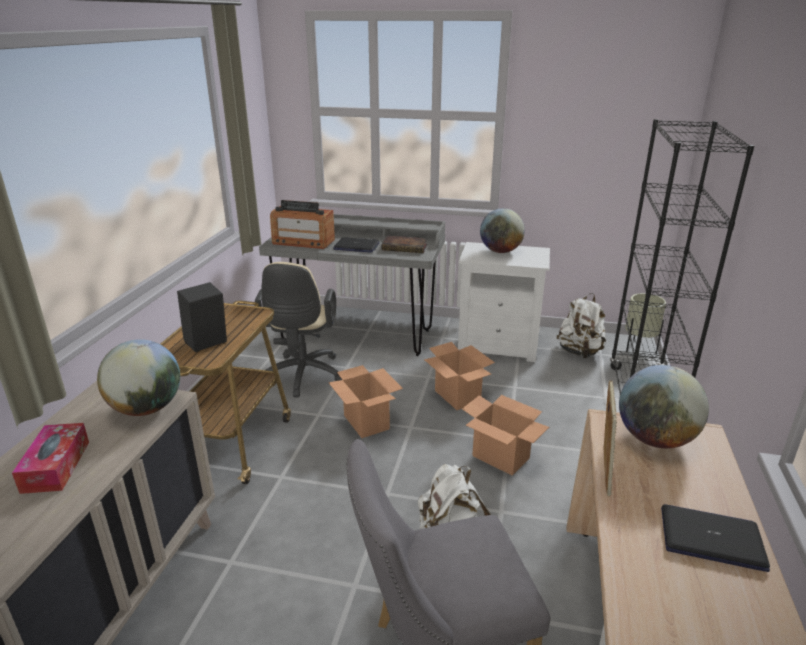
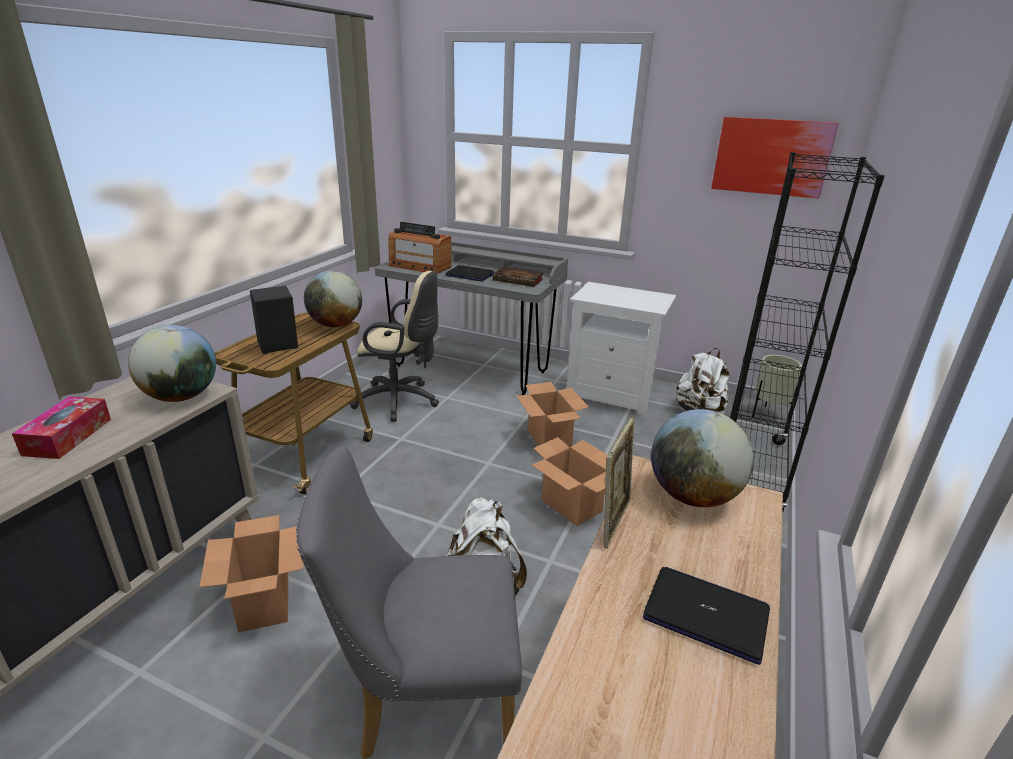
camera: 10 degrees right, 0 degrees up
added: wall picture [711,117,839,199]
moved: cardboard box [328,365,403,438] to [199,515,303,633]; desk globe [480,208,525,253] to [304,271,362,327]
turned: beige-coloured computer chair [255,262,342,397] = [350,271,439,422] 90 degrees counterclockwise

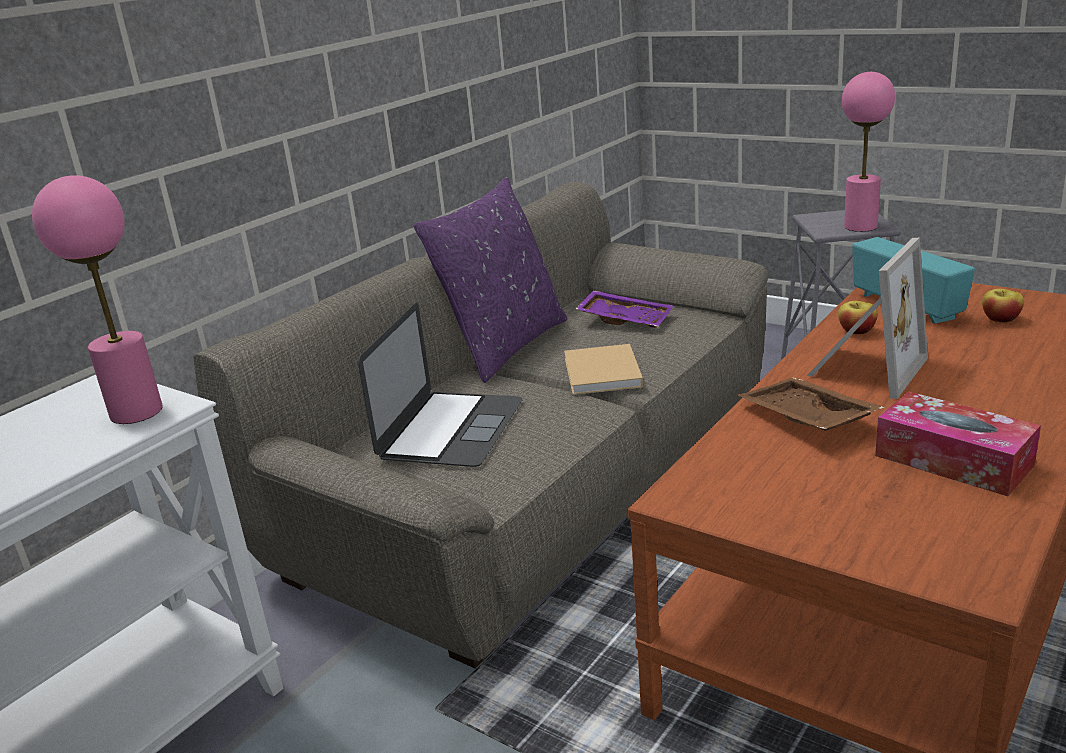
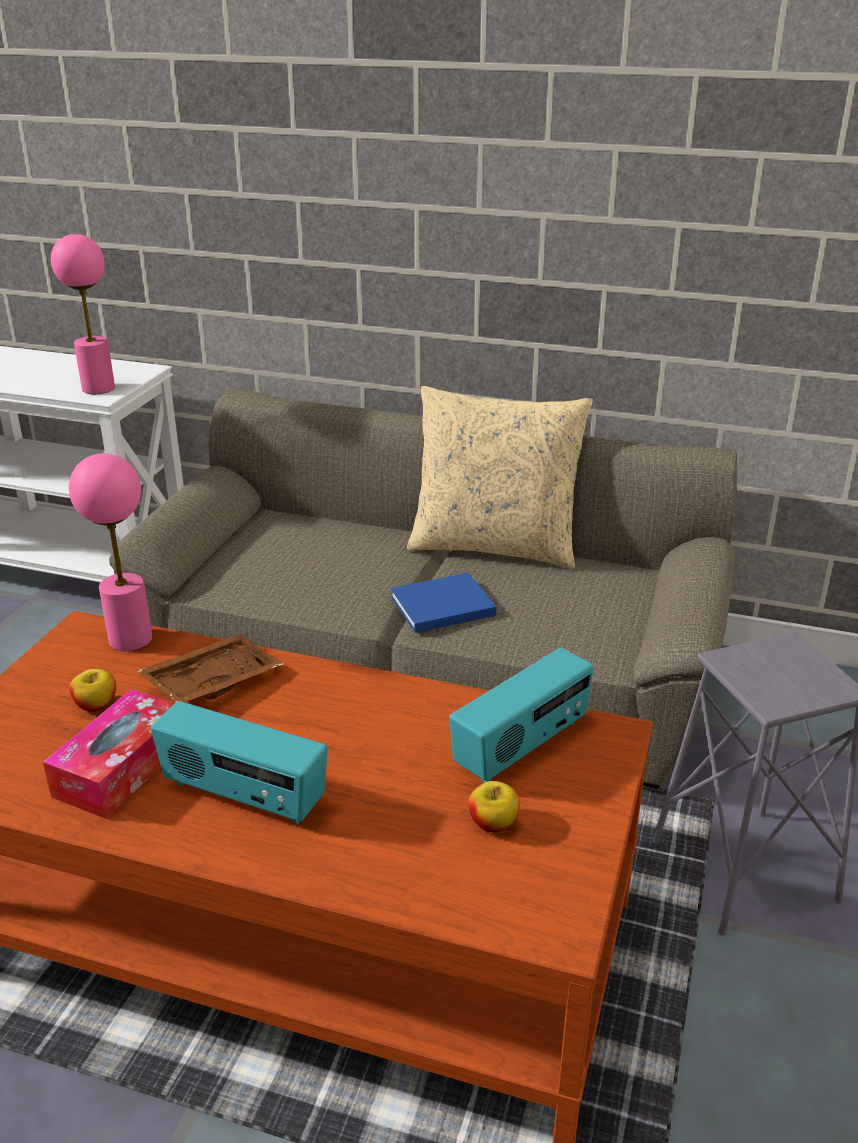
camera: 70 degrees right, 5 degrees up
removed: laptop [358,303,523,467]; purple serving tray [575,290,673,328]; photo frame [807,238,928,399]
added: radio receiver [151,701,328,824]
moved: apple [838,301,878,335] to [69,669,116,712]; pinkish tabletop lamp [842,72,895,232] to [69,453,152,651]
recoloured: purple pillow [413,177,567,383] to beige-coloured pillow [407,386,593,569]; beige-coloured bound book [564,344,643,395] to blue bound book [390,573,497,633]

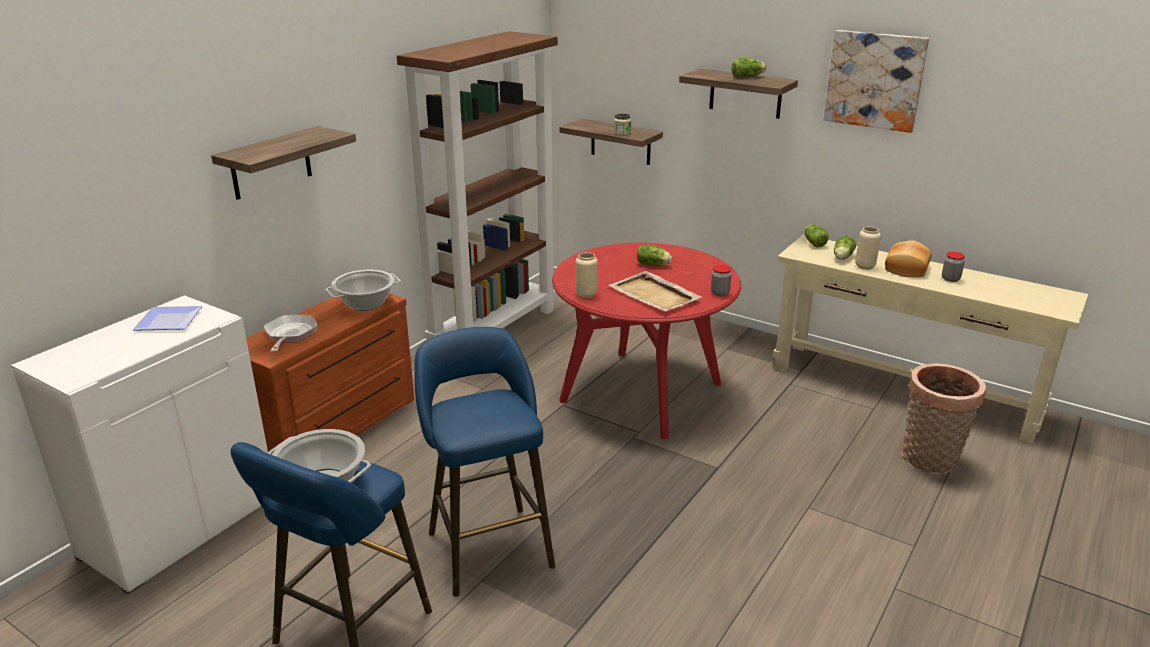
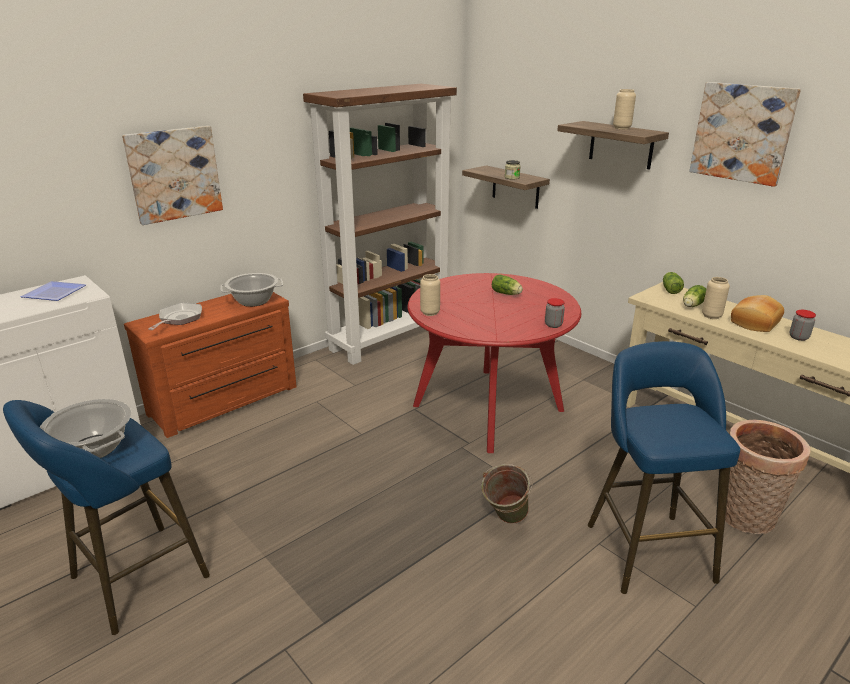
camera: 15 degrees right, 0 degrees up
removed: beige-coloured serving tray [608,271,702,312]
added: green water bucket [481,464,533,524]
moved: blue stool [414,327,556,597] to [588,341,740,594]
replaced: shelf [211,126,356,200] to wall picture [122,126,223,225]; lettuce [732,58,766,78] to beige-coloured decorative vase [613,89,636,129]

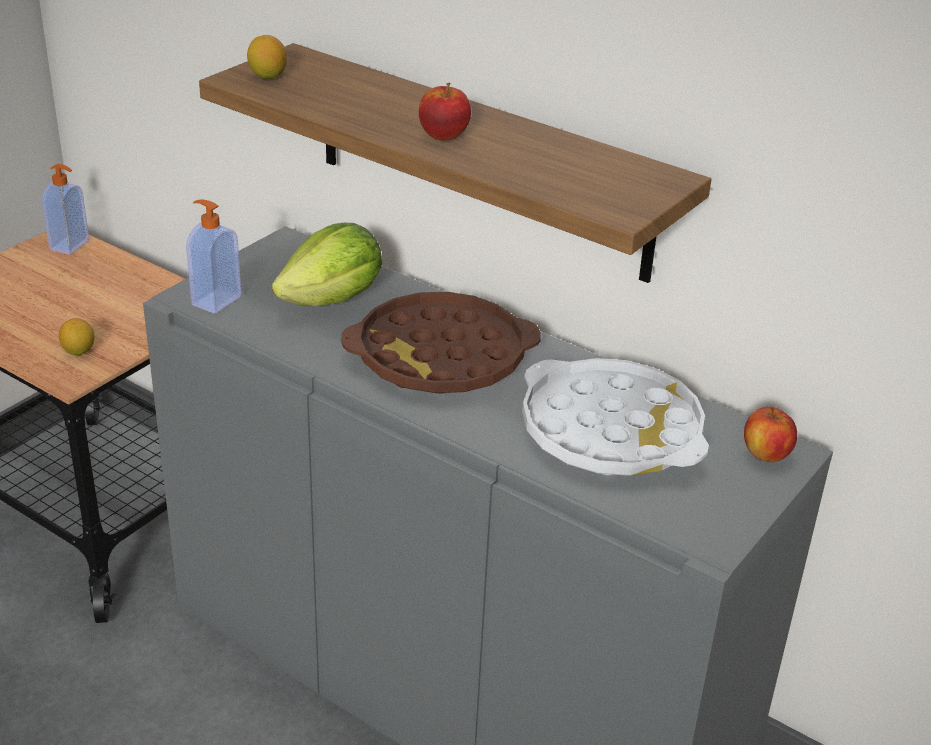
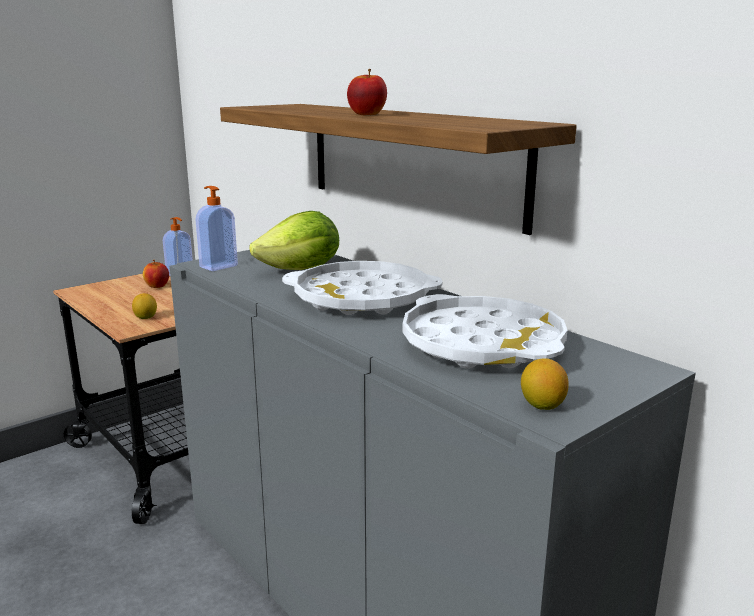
camera: 15 degrees right, 15 degrees down
moved: whole lemon [247,35,287,79] to [521,359,569,410]; apple [744,406,797,462] to [143,260,169,288]
recoloured: brownish serving tray [341,292,541,394] to white-coloured serving tray [282,261,443,315]

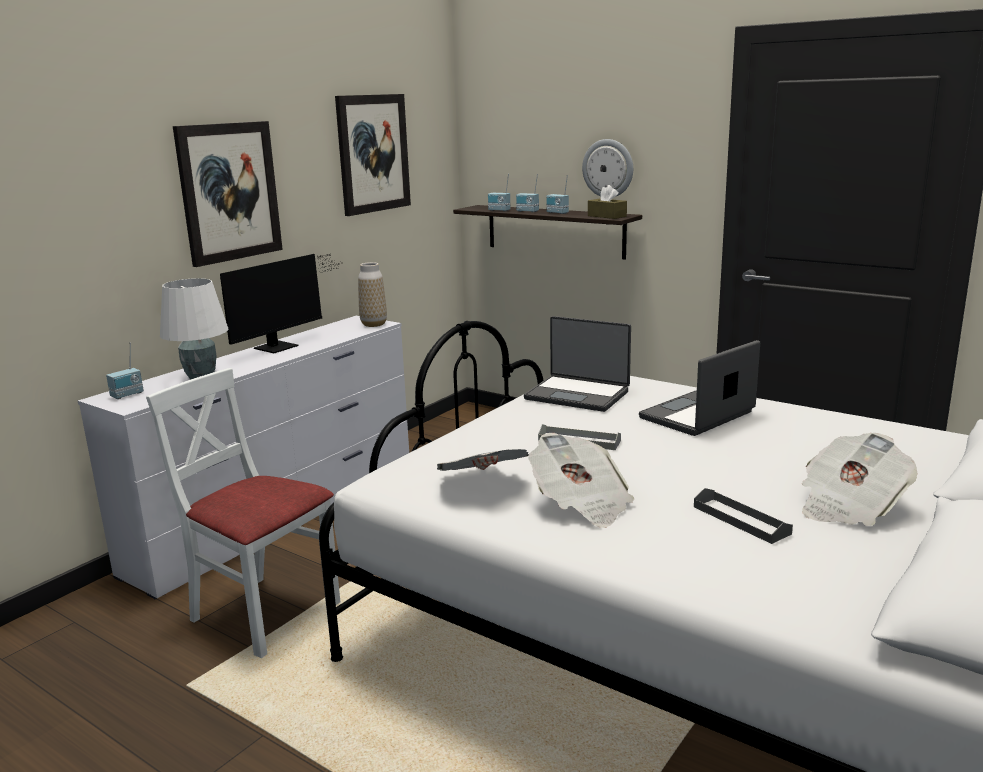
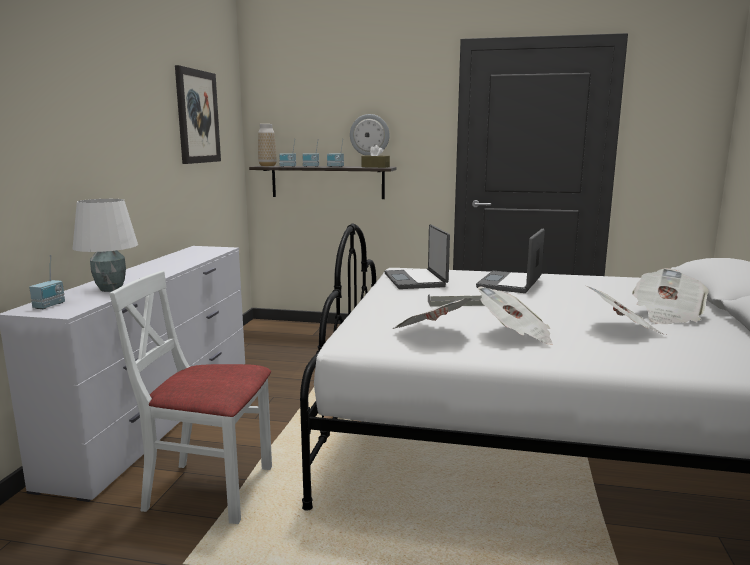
camera: 25 degrees left, 5 degrees down
removed: wall picture [173,121,283,267]; computer display [220,254,339,353]
moved: decorative vase [358,262,387,327] to [258,124,277,166]
replaced: grey serving tray [694,488,793,544] to printed paper [584,285,666,335]
turned: laptop [524,316,631,412] = [384,224,450,289] 75 degrees clockwise

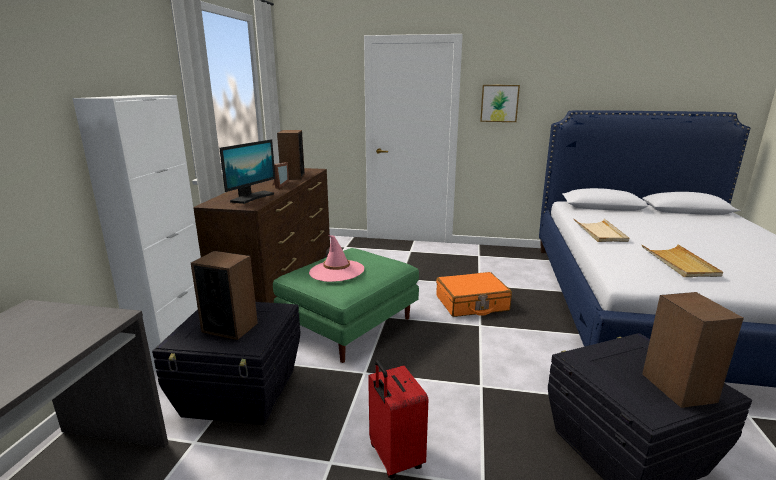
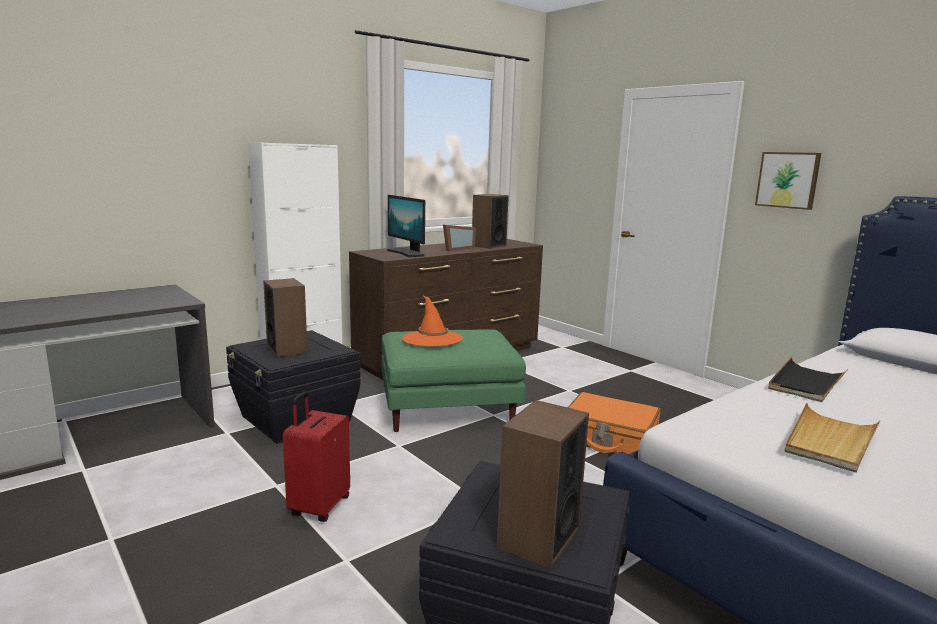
camera: 40 degrees right, 5 degrees down
recoloured: pinkish wearable hat [309,235,364,282] to orangey wearable hat [402,295,463,346]; beige-coloured serving tray [574,219,629,242] to black serving tray [768,357,848,402]
turned: computer display [219,139,275,204] = [387,195,425,257] 75 degrees clockwise

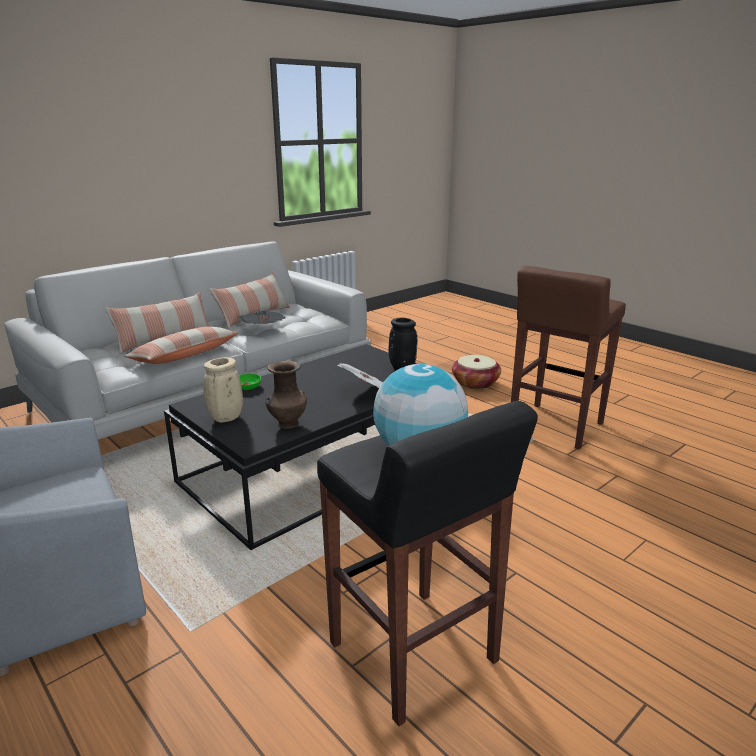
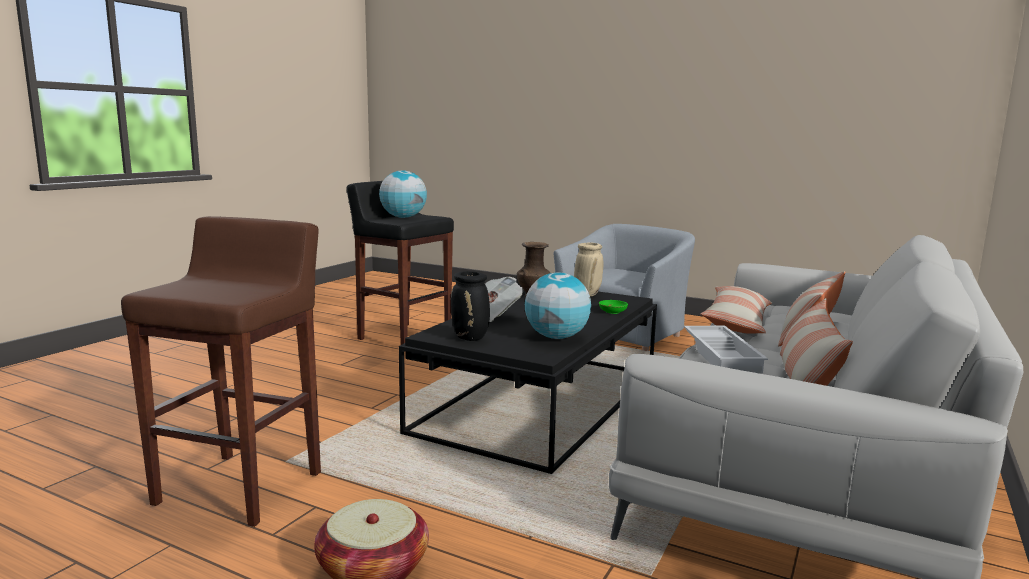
camera: 160 degrees right, 10 degrees down
added: desk globe [525,272,591,339]
replaced: printed paper [238,311,286,324] to white-coloured serving tray [684,326,768,373]

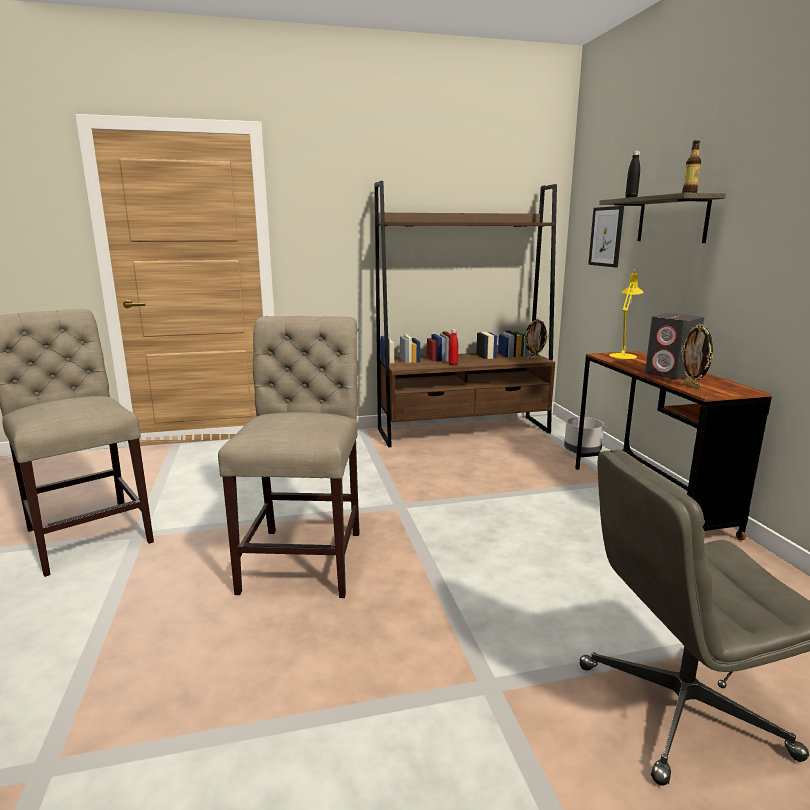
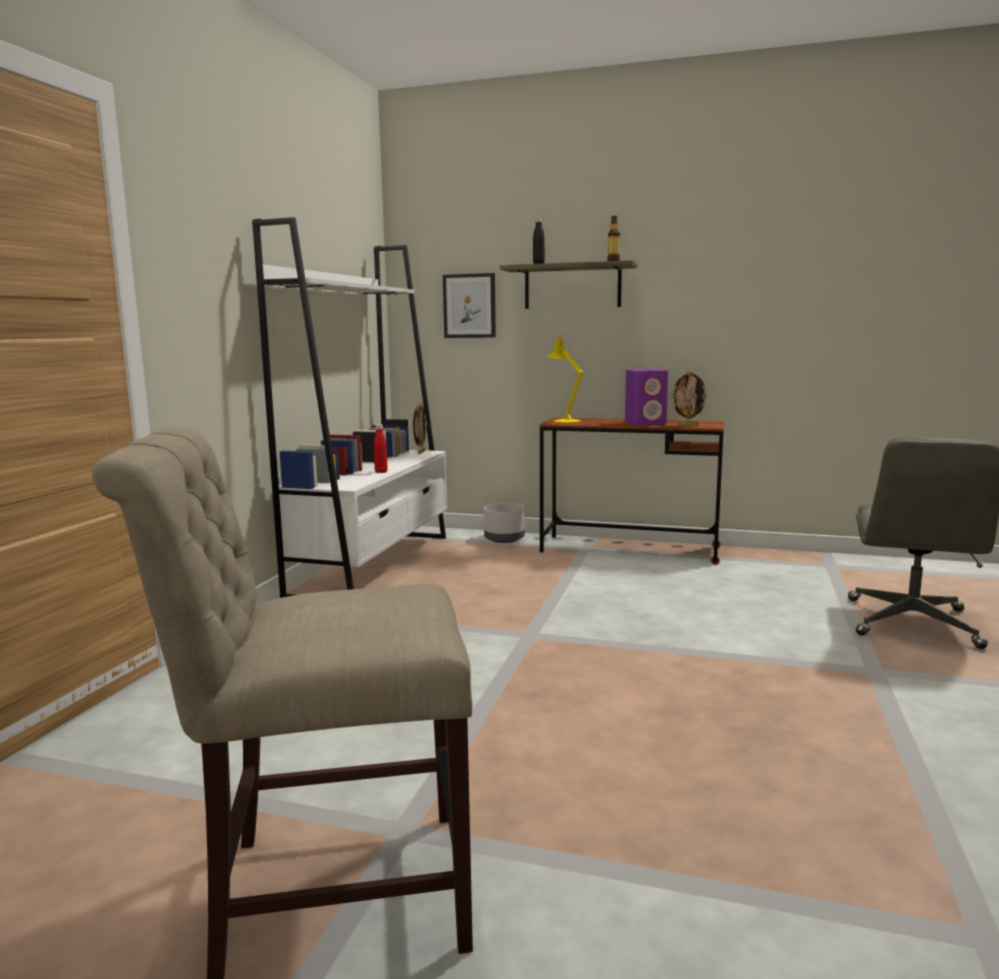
camera: 60 degrees left, 5 degrees down
removed: beige-coloured plain chair [218,316,360,598]
recoloured: brownish shelving unit [374,181,557,447] to white-coloured shelving unit [252,217,447,598]; grey speaker [645,313,704,379] to purple speaker [625,369,669,426]

